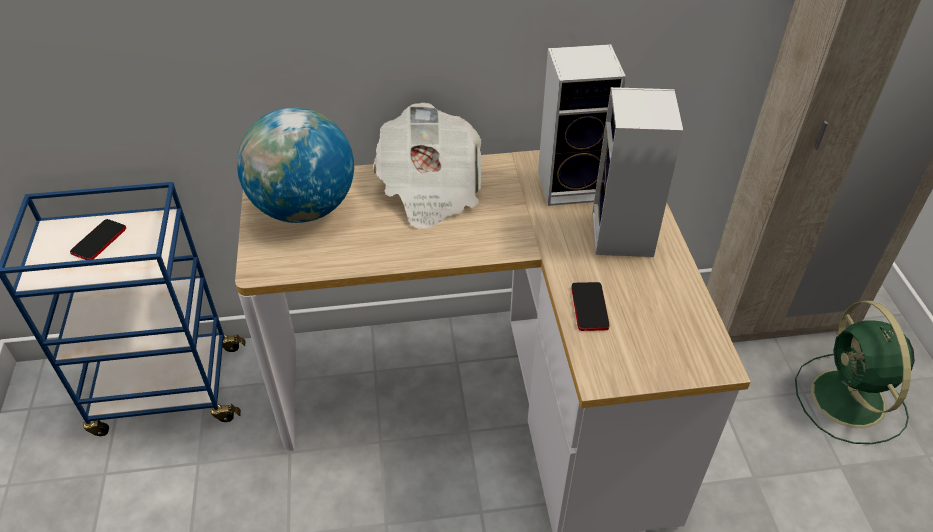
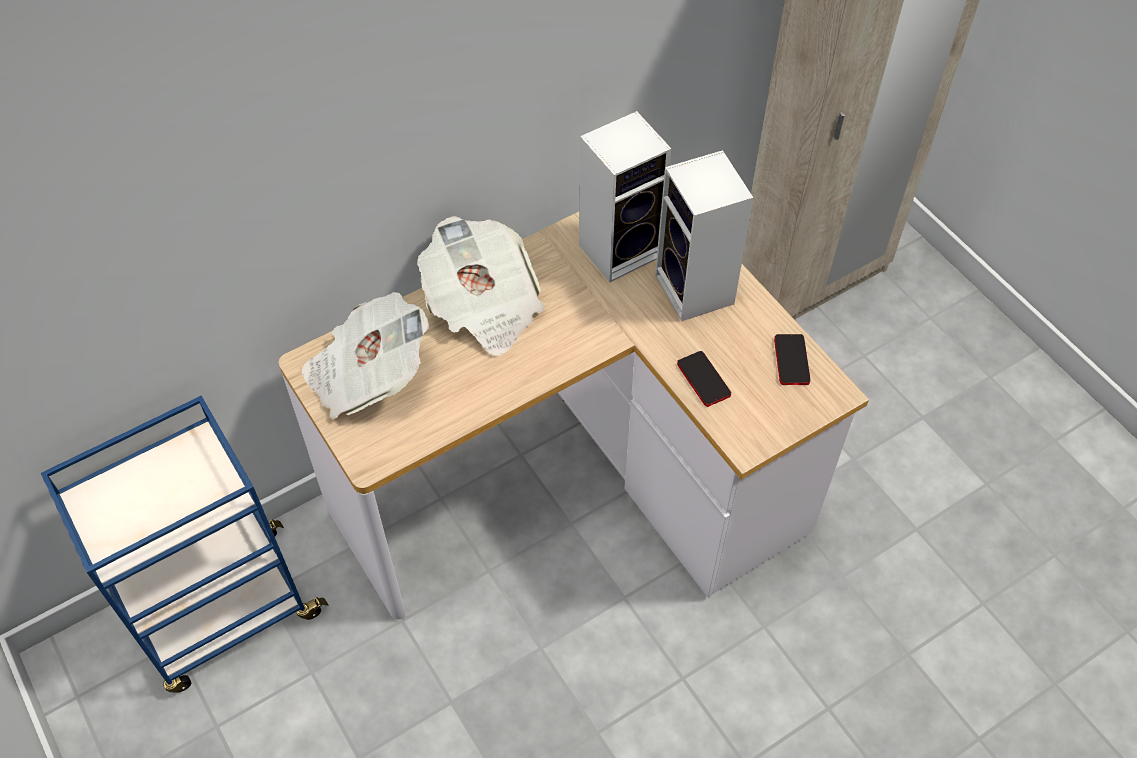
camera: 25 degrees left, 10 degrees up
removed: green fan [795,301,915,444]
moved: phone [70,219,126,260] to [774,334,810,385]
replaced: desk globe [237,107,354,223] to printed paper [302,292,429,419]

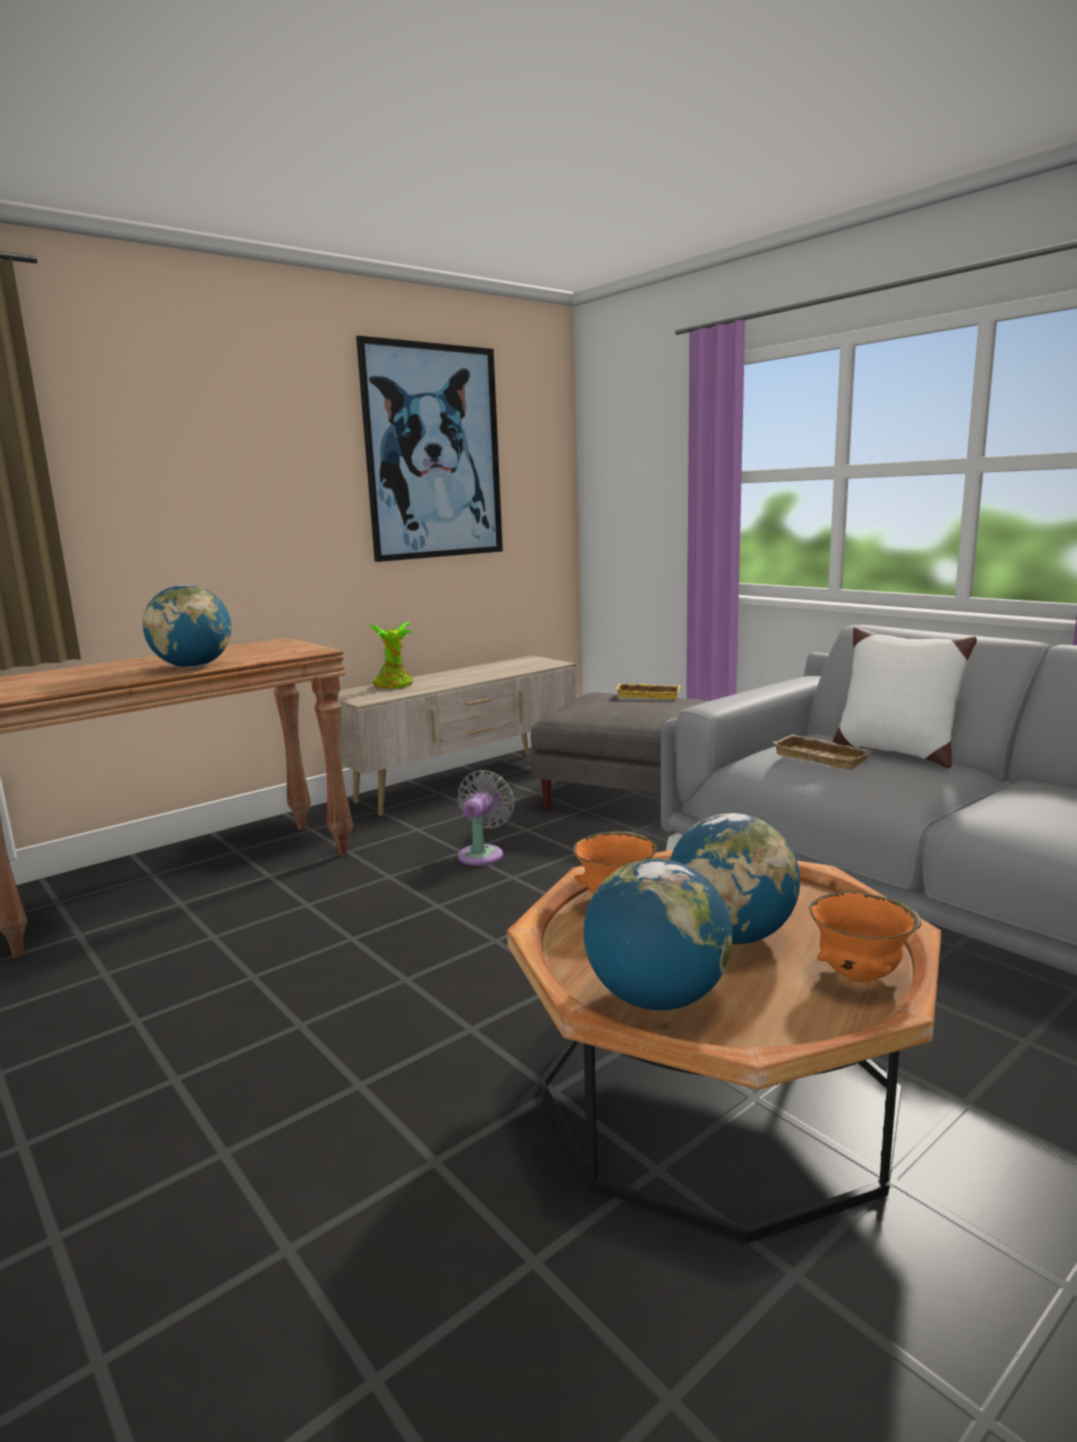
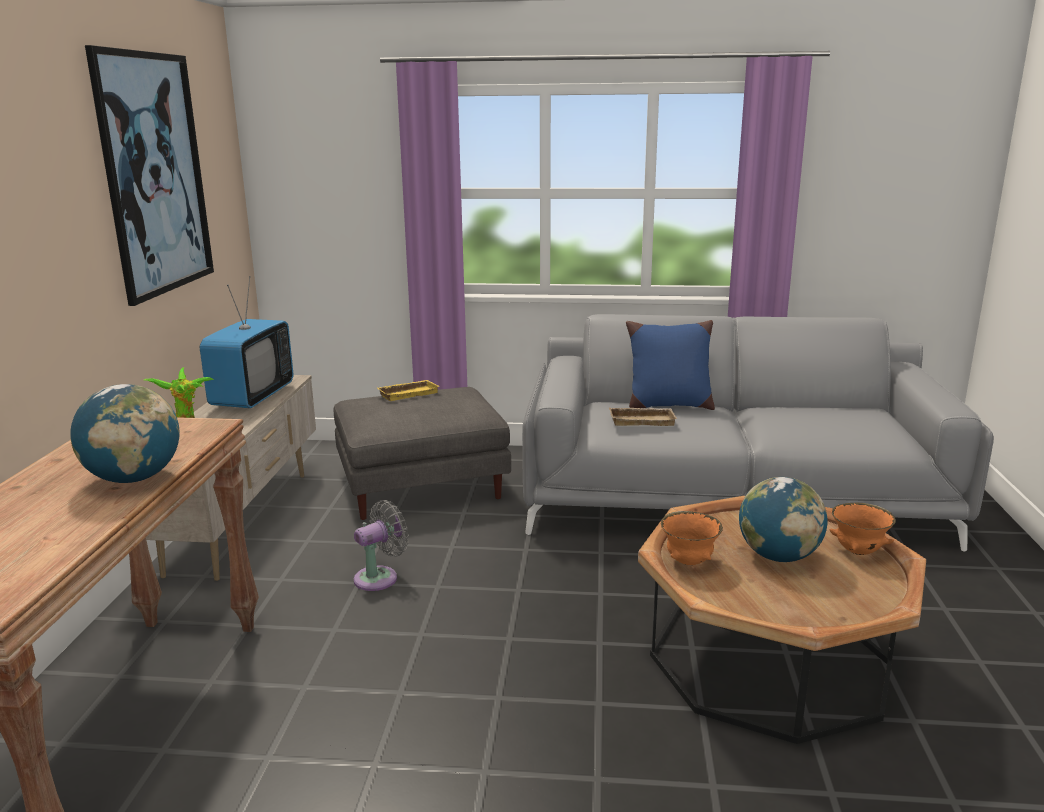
camera: 45 degrees left, 5 degrees up
removed: desk globe [584,859,732,1010]
added: television [200,276,294,408]
recoloured: white-coloured pillow [833,627,977,768] to blue pillow [626,320,715,410]
turned: grey fan [458,770,515,866] = [354,500,409,591] 75 degrees clockwise

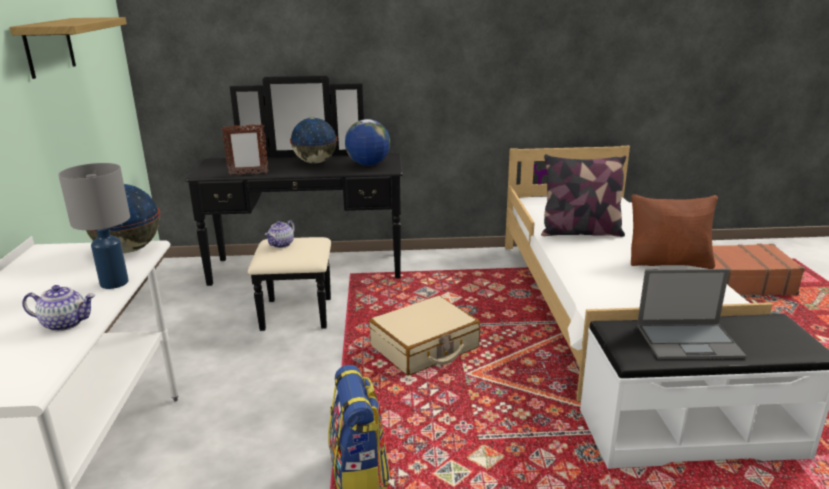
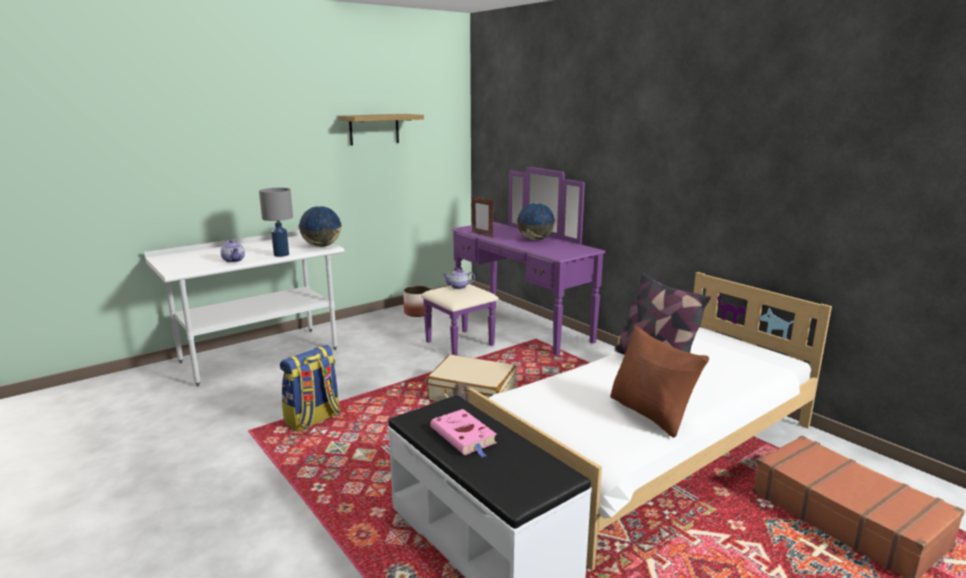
camera: 55 degrees right, 5 degrees down
removed: desk globe [345,119,391,166]
added: planter [403,286,432,317]
replaced: laptop [637,269,746,359] to pinkish bound book [430,409,497,458]
recoloured: black chest of drawers [185,75,403,331] to purple chest of drawers [421,167,605,356]

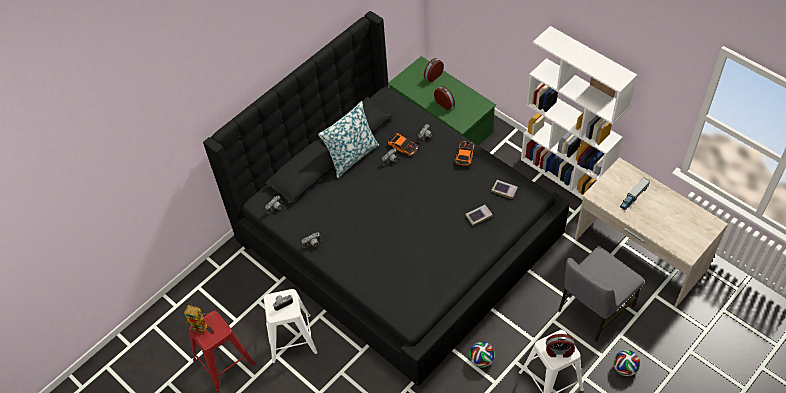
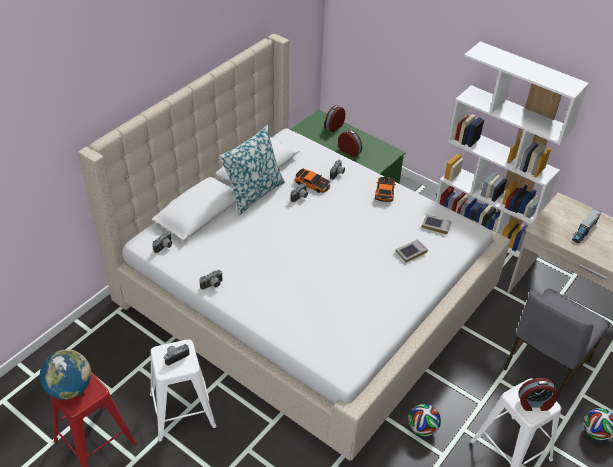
camera: 10 degrees left, 10 degrees down
replaced: toy robot [184,305,212,334] to desk globe [40,349,91,399]
recoloured: black sleeping bed [203,11,570,386] to beige-coloured sleeping bed [78,34,511,461]

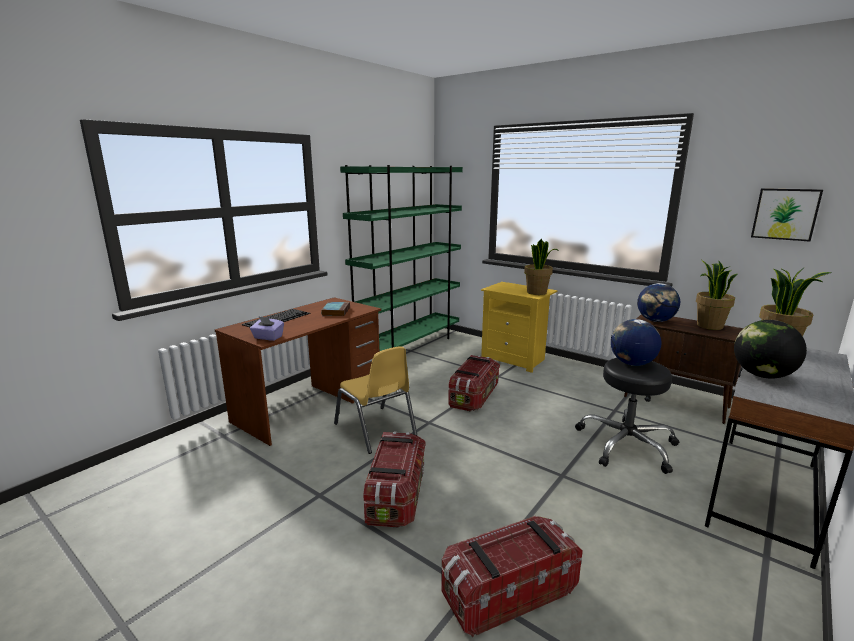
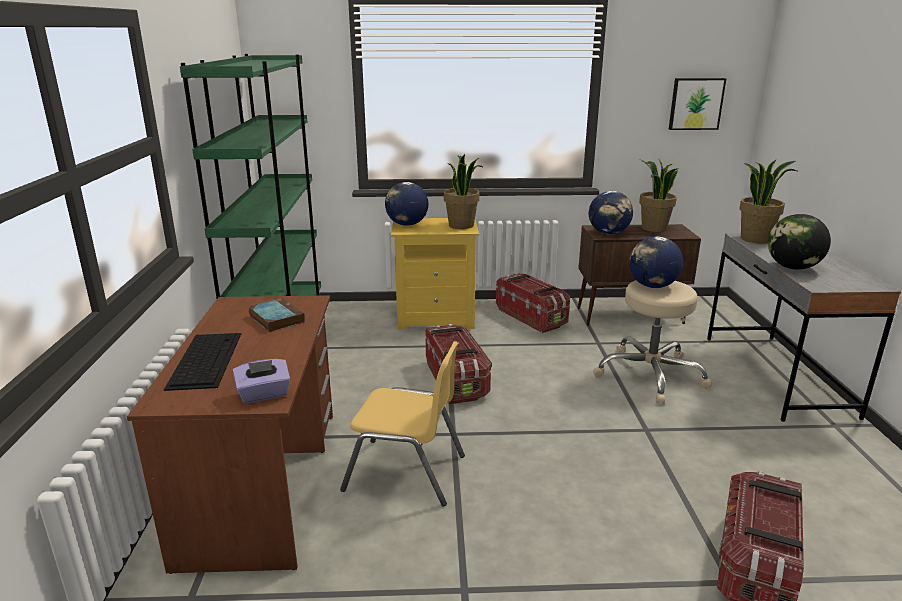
camera: 40 degrees left, 5 degrees up
added: desk globe [385,182,428,226]
moved: storage box [363,431,425,528] to [496,273,570,333]
recoloured: black stool [575,358,679,474] to beige-coloured stool [593,280,712,404]

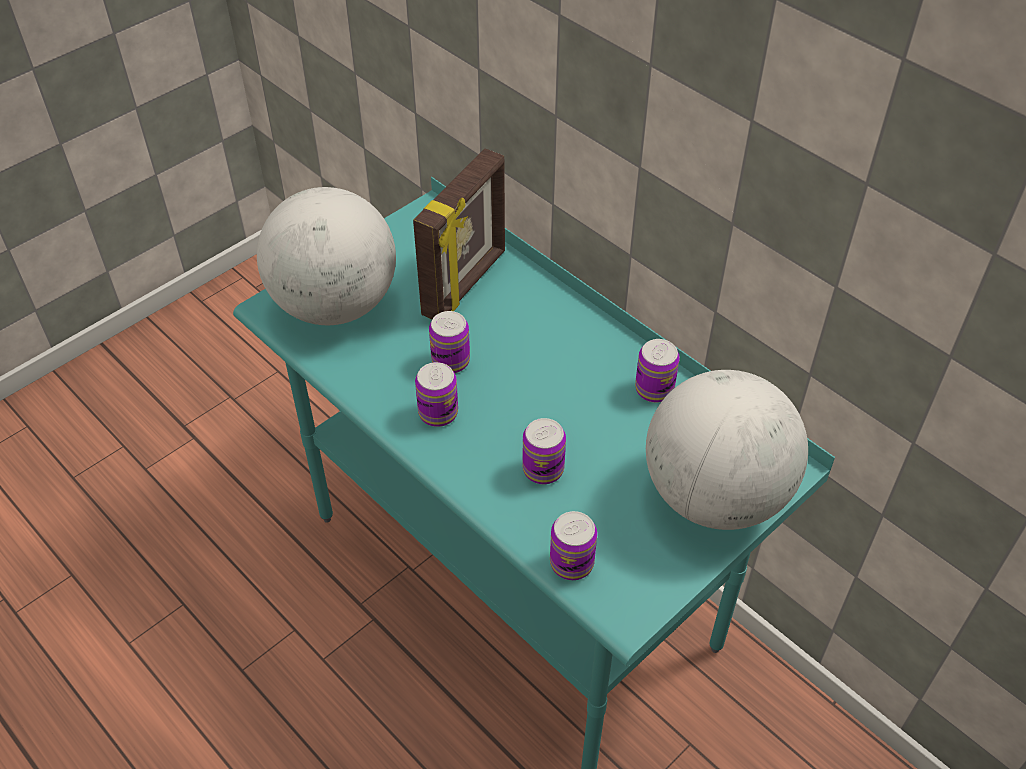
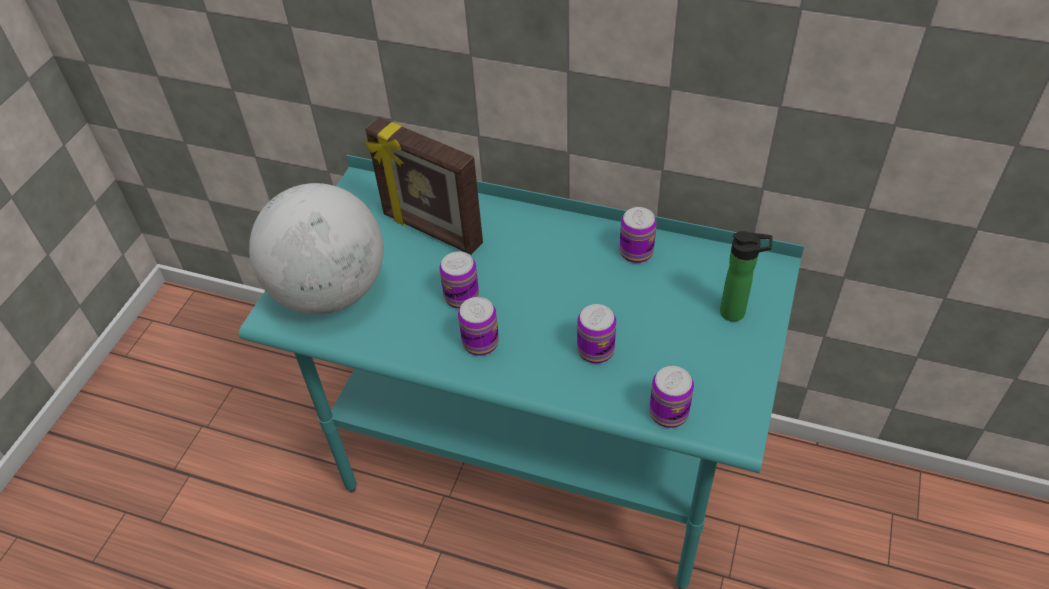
camera: 25 degrees left, 0 degrees up
replaced: desk globe [646,370,808,530] to bottle [720,231,773,322]
turned: photo frame [413,148,505,319] = [365,117,483,255] 120 degrees clockwise

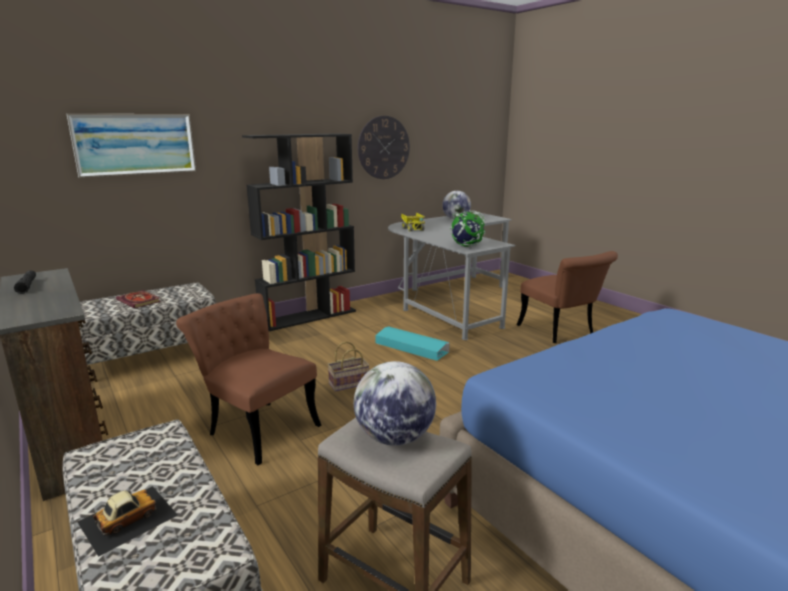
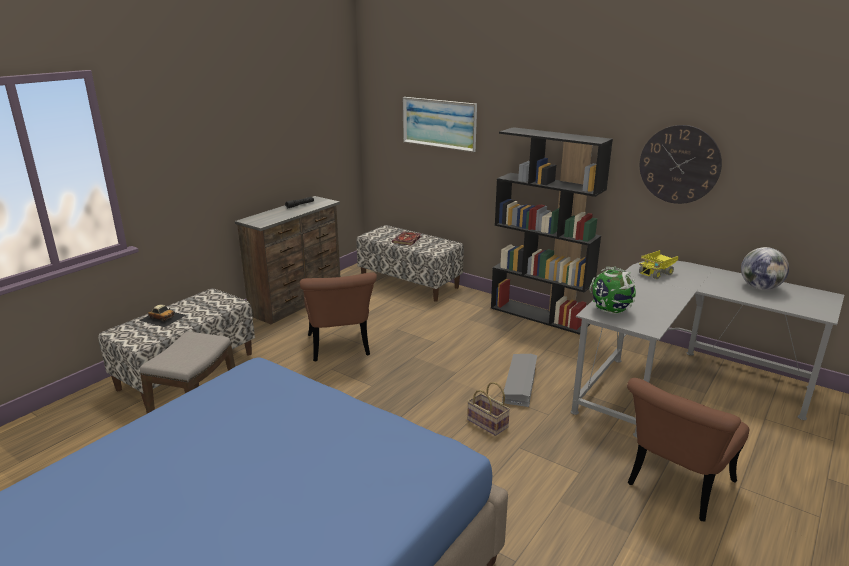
camera: 70 degrees right, 5 degrees up
removed: desk globe [354,361,436,446]
moved: basket [327,341,369,392] to [467,382,510,436]
recoloured: turquoise-coloured storage box [376,326,450,361] to grey storage box [502,354,537,407]
turned: brownish plain chair [176,293,321,465] = [300,272,377,361] 150 degrees clockwise

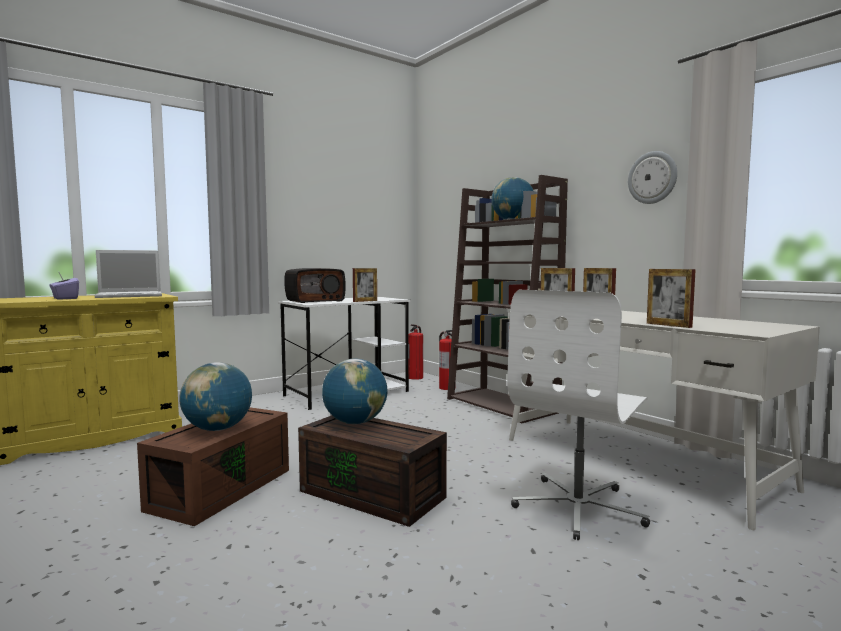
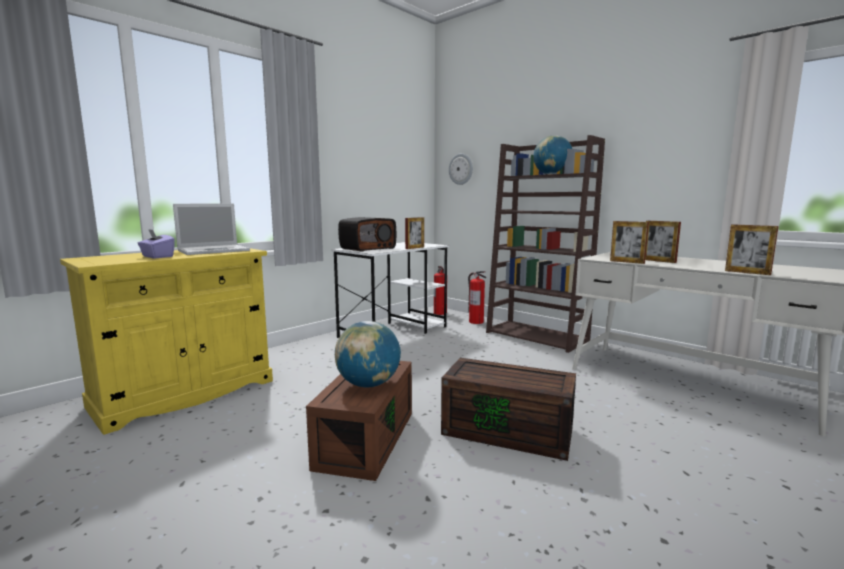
camera: 10 degrees left, 5 degrees up
removed: desk globe [322,359,388,424]; white-coloured computer chair [507,290,650,540]
moved: hanging clock [628,151,677,204] to [449,153,473,185]

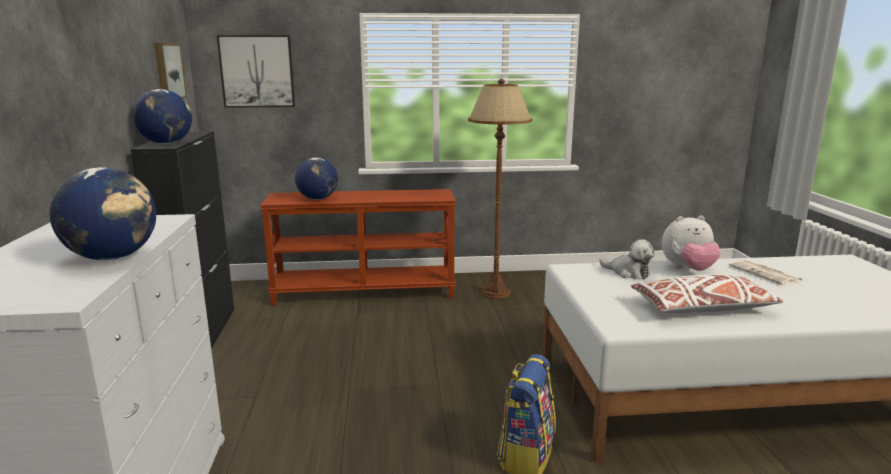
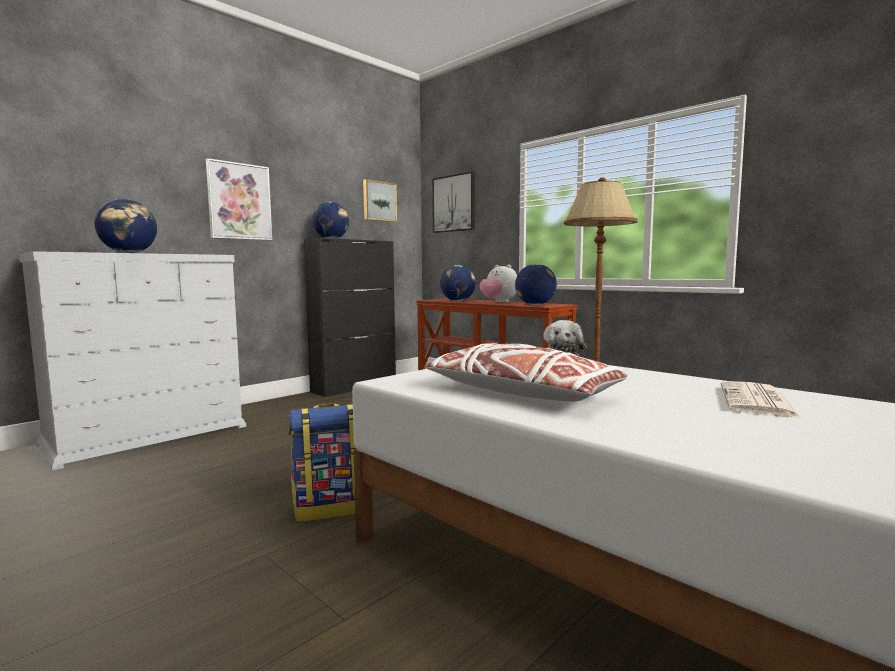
camera: 50 degrees right, 10 degrees down
added: wall picture [206,158,272,240]; desk globe [515,264,557,305]
moved: plush toy [662,216,721,271] to [480,265,517,303]

